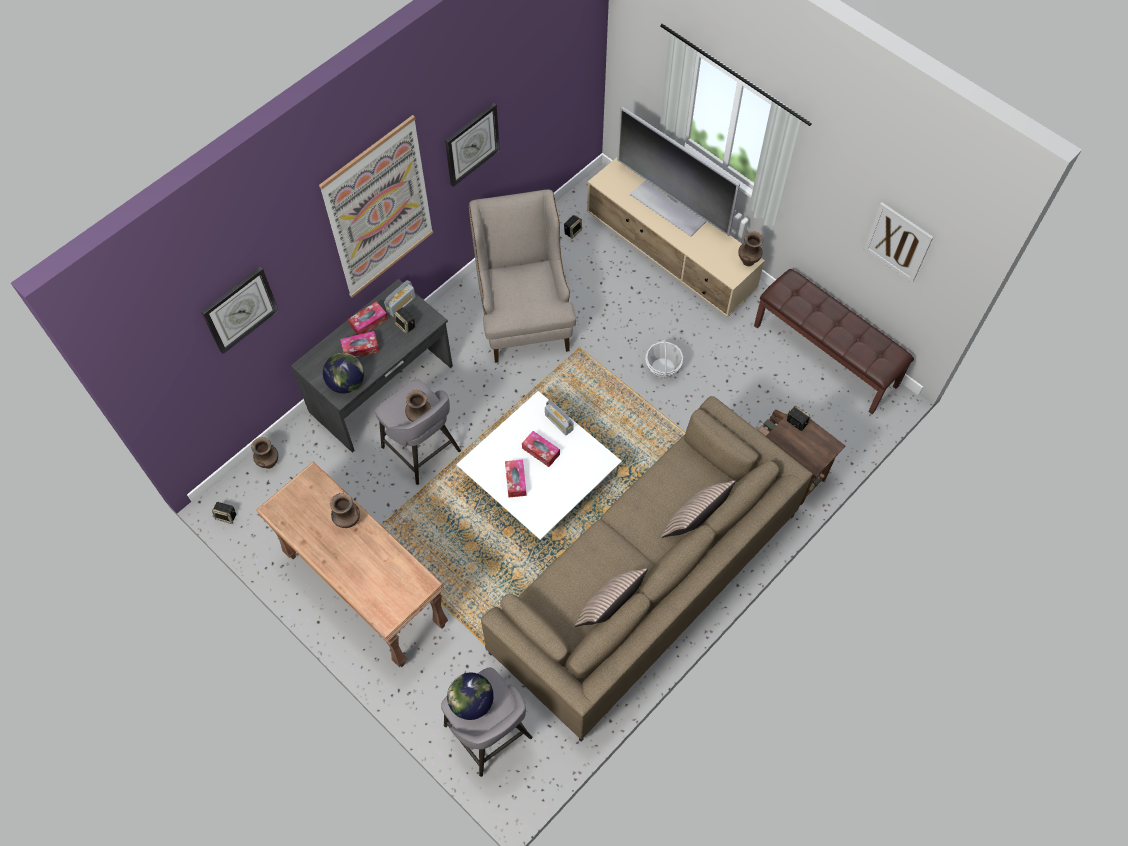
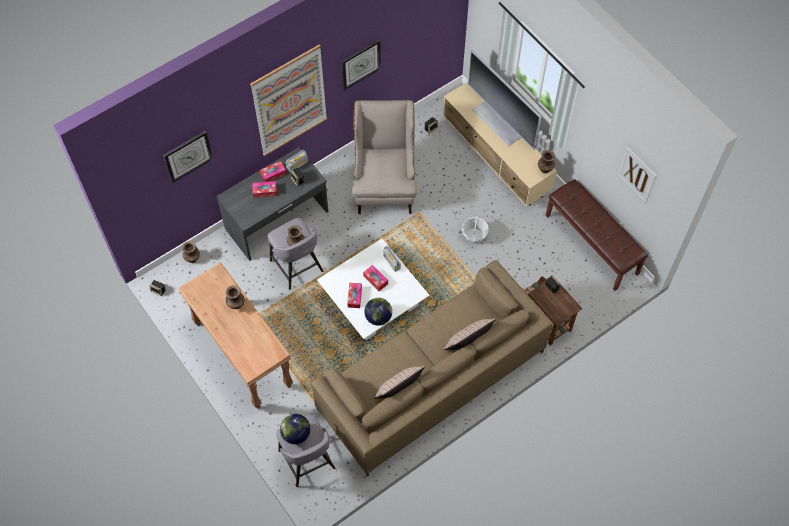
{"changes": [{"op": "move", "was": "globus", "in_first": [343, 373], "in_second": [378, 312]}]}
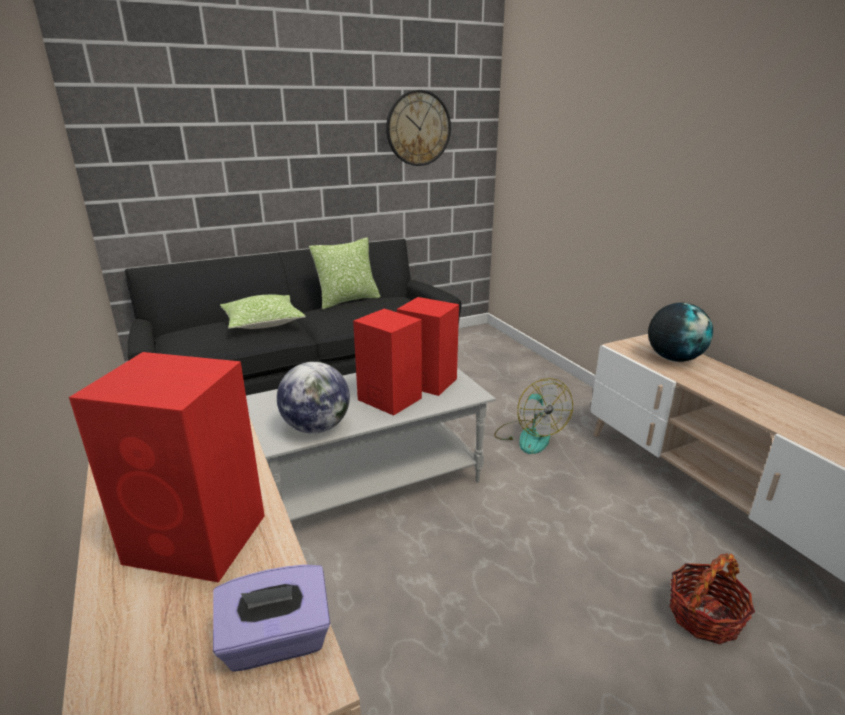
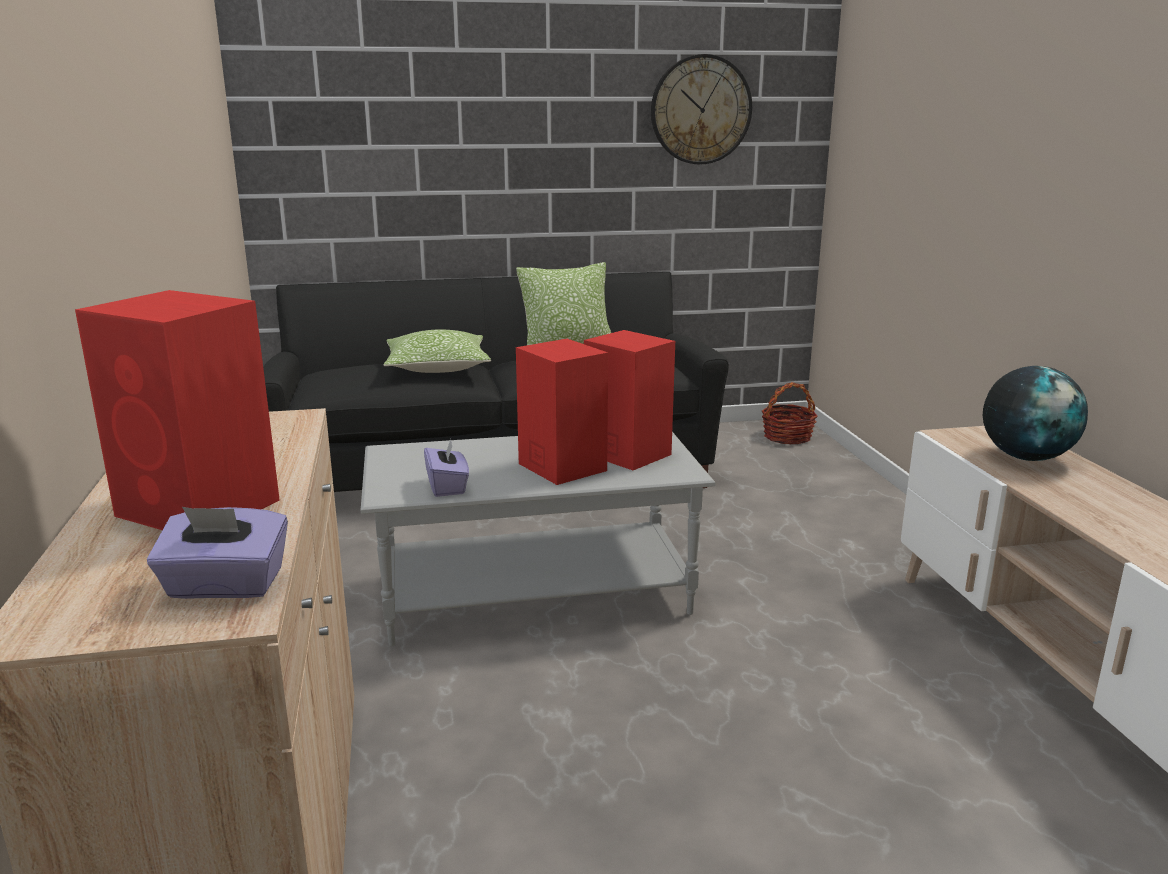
{"changes": [{"op": "delete", "was": "wentylator", "in_first": [533, 416]}, {"op": "move", "was": "koszyk", "in_first": [712, 598], "in_second": [790, 413]}, {"op": "replace", "was": "globus", "now": "pudełko chusteczek [fioletowy]", "in_first": [313, 398], "in_second": [446, 468]}]}
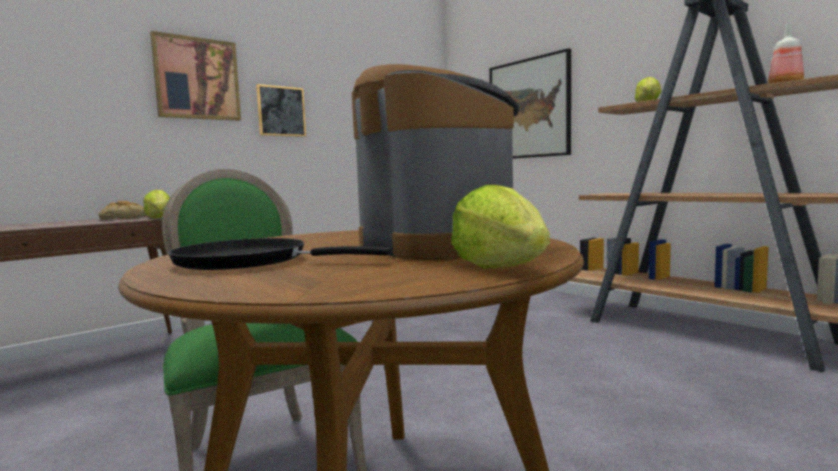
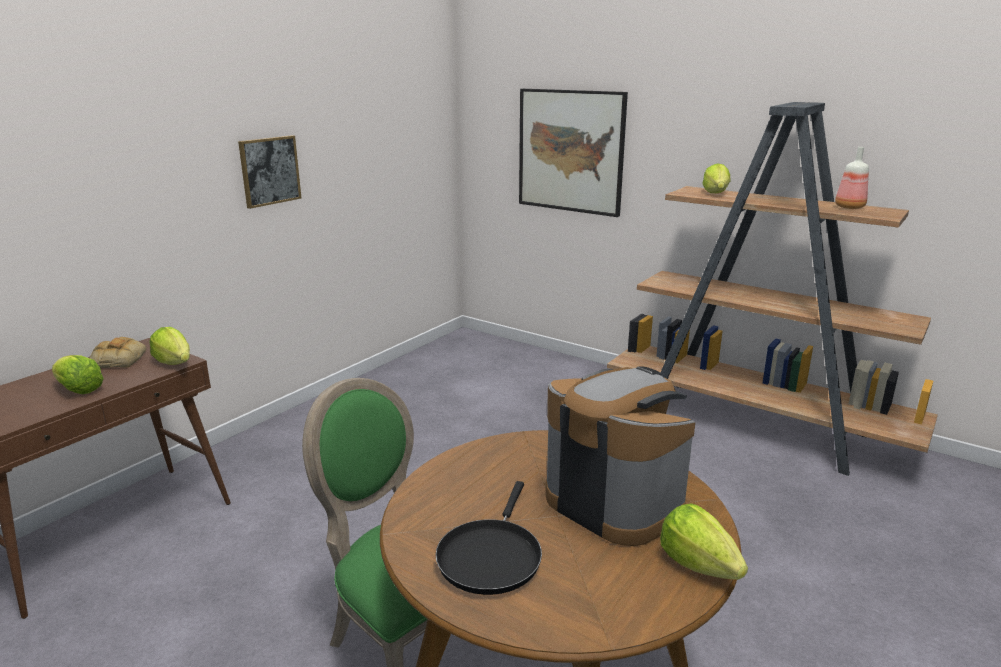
{"changes": [{"op": "delete", "was": "obraz", "in_first": [195, 76]}, {"op": "insert", "now": "sałata", "in_second": [78, 374]}, {"op": "rotate", "was": "patelnia [czarny]", "in_first": [279, 254], "in_second": [488, 538], "clockwise": -75}]}
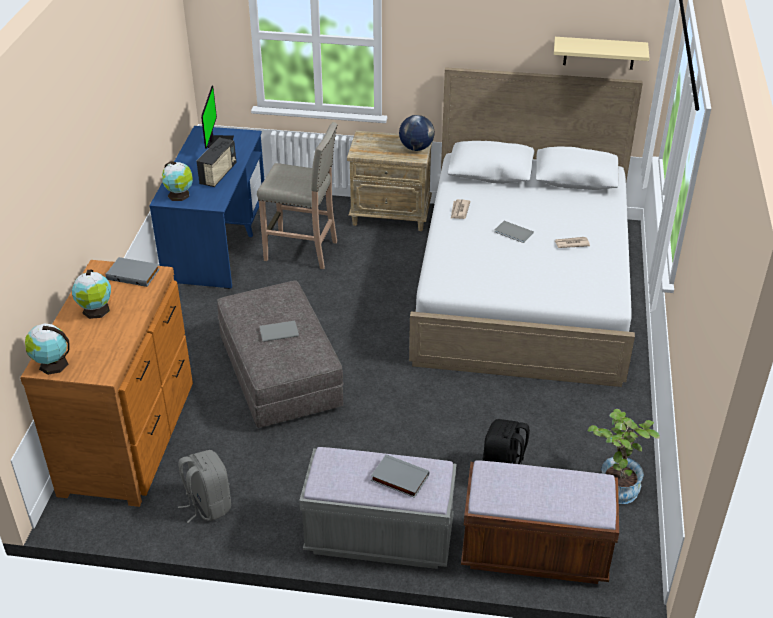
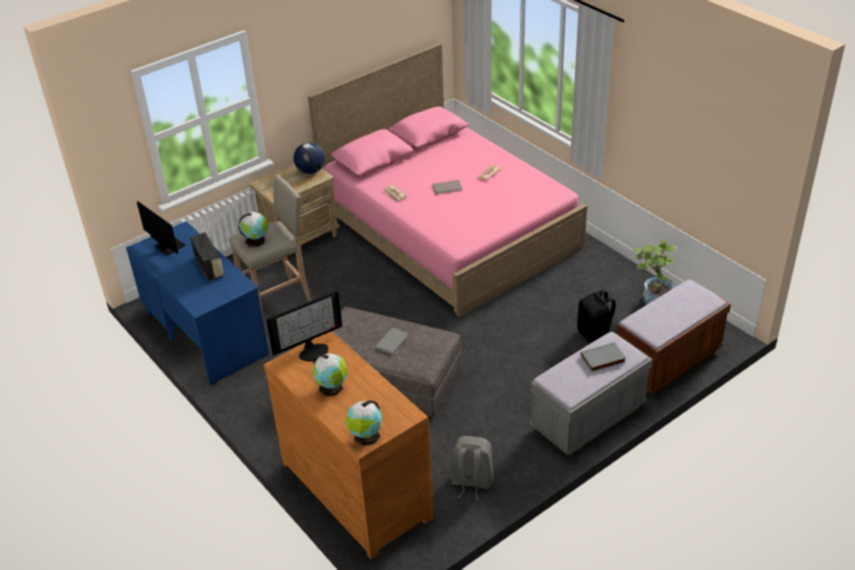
{"changes": [{"op": "delete", "was": "półka [beżowy]", "in_first": [601, 53]}, {"op": "move", "was": "globus", "in_first": [177, 181], "in_second": [253, 229]}, {"op": "replace", "was": "książka [szary]", "now": "monitor", "in_first": [132, 272], "in_second": [304, 326]}, {"op": "recolor", "was": "łóżko [biały]", "now": "łóżko [różowy]", "in_first": [526, 227], "in_second": [447, 180]}]}
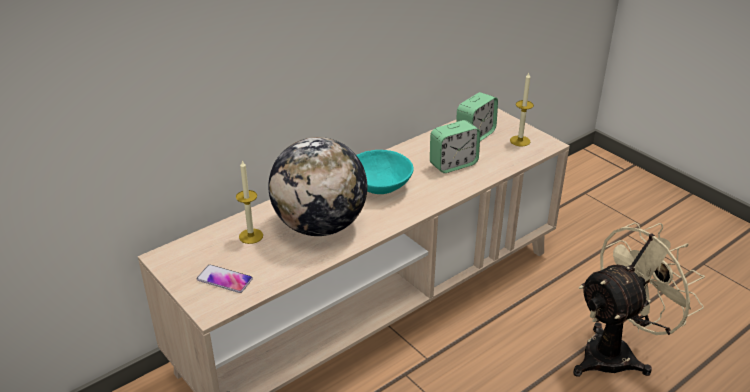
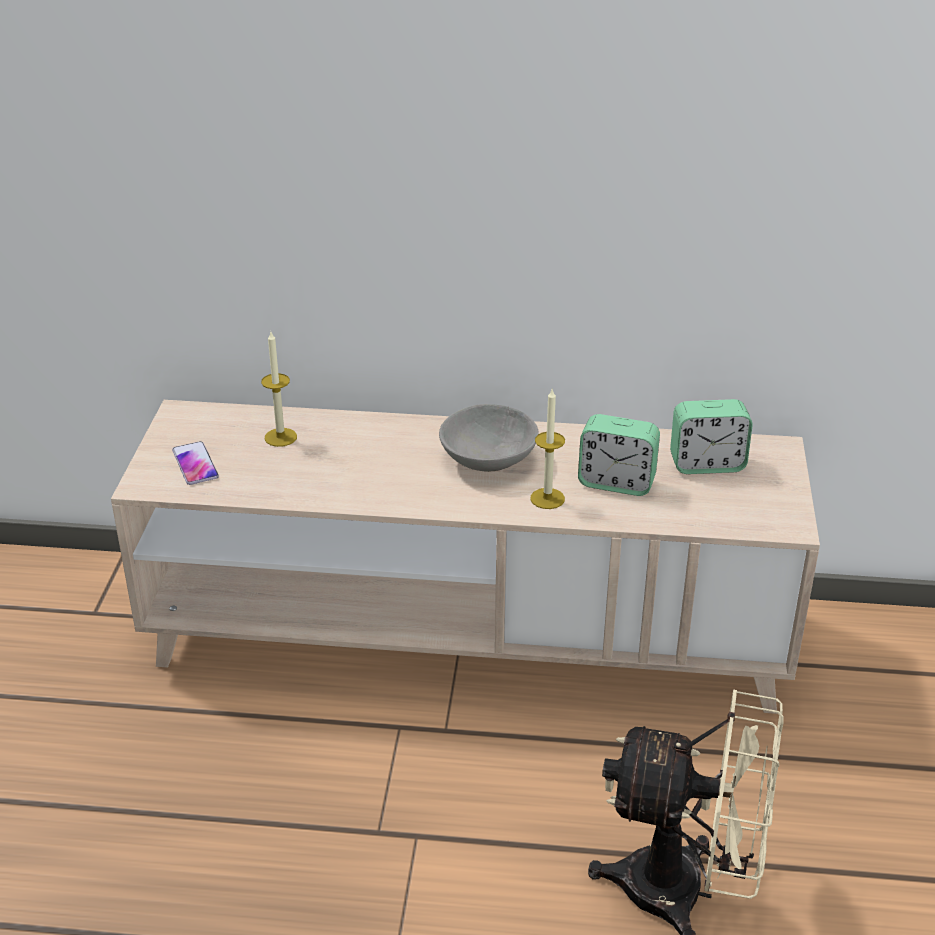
{"changes": [{"op": "delete", "was": "globus", "in_first": [317, 186]}, {"op": "move", "was": "świeca", "in_first": [522, 110], "in_second": [547, 449]}, {"op": "recolor", "was": "miska [turkusowy]", "now": "miska [szary]", "in_first": [385, 172], "in_second": [489, 438]}]}
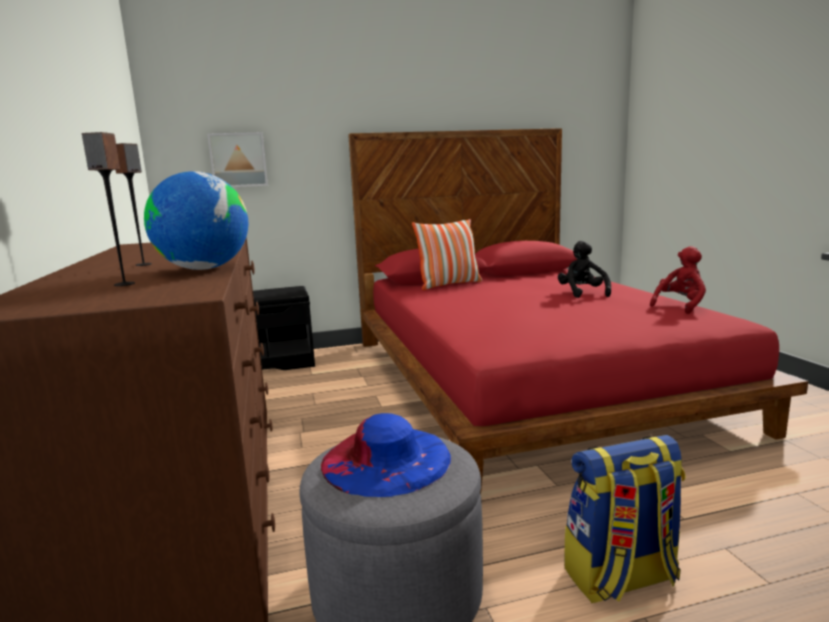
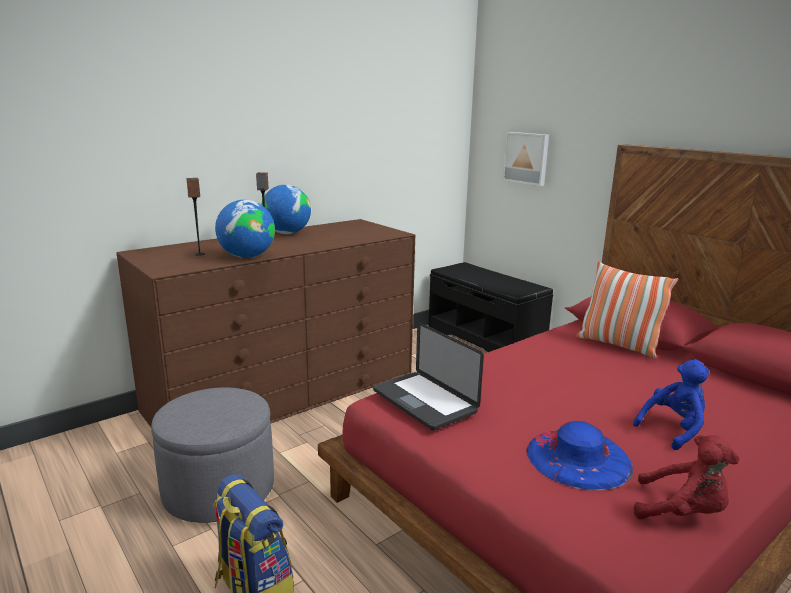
{"changes": [{"op": "insert", "now": "globus", "in_second": [286, 209]}, {"op": "insert", "now": "laptop", "in_second": [428, 376]}, {"op": "move", "was": "kapelusz [niebieski]", "in_first": [386, 455], "in_second": [580, 456]}, {"op": "recolor", "was": "pluszak [czarny]", "now": "pluszak [niebieski]", "in_first": [584, 269], "in_second": [671, 404]}]}
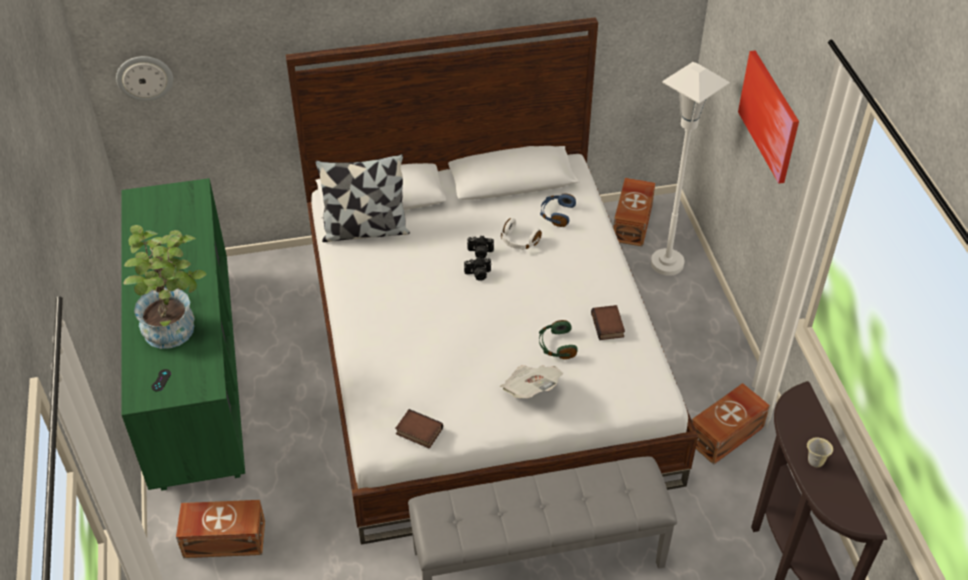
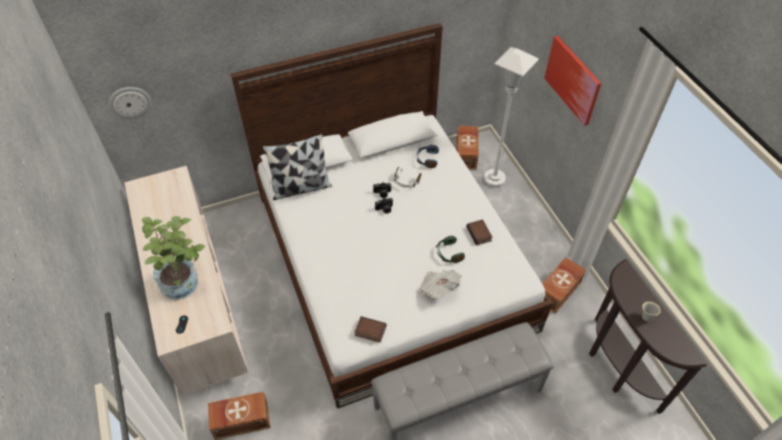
{"changes": [{"op": "recolor", "was": "komoda [zielony]", "now": "komoda [beżowy]", "in_first": [183, 334], "in_second": [186, 281]}]}
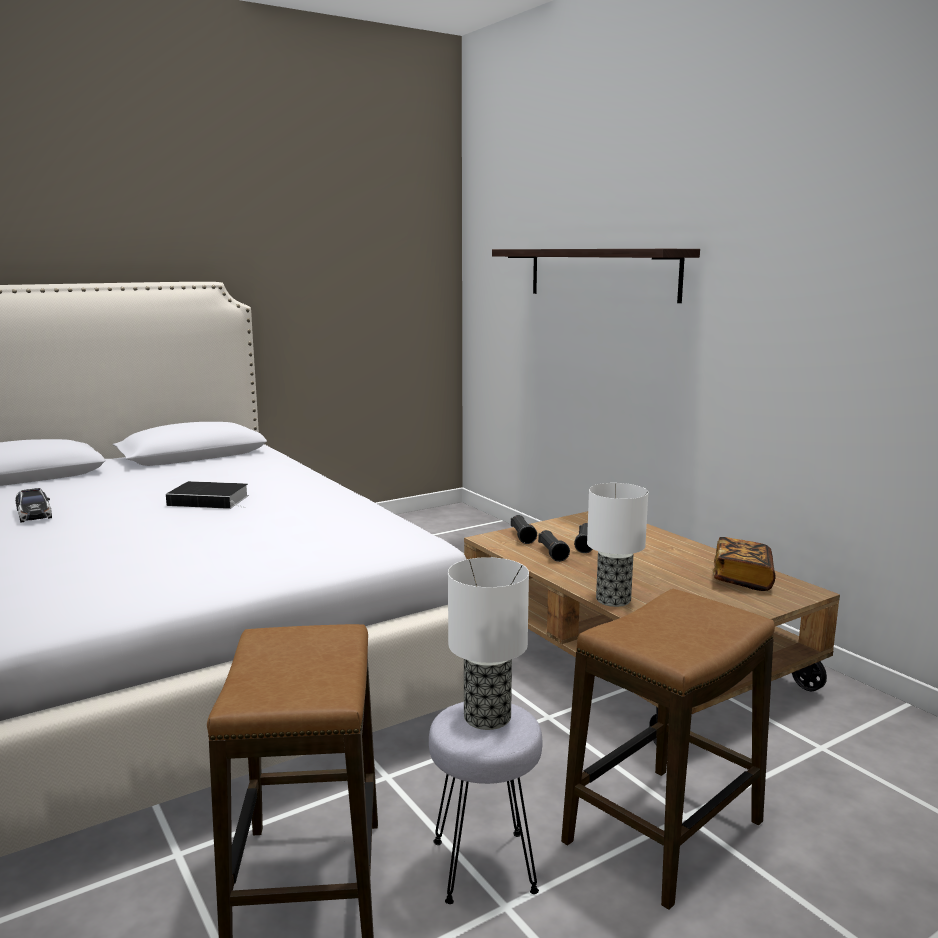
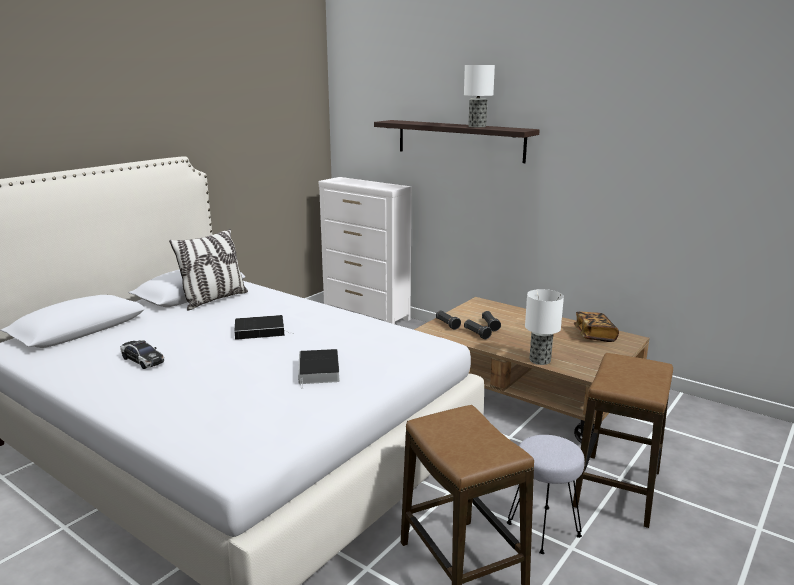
{"changes": [{"op": "insert", "now": "poduszka", "in_second": [208, 270]}, {"op": "insert", "now": "książka", "in_second": [319, 369]}, {"op": "insert", "now": "komoda [biały]", "in_second": [365, 250]}, {"op": "move", "was": "lampa stołowa", "in_first": [488, 643], "in_second": [479, 96]}]}
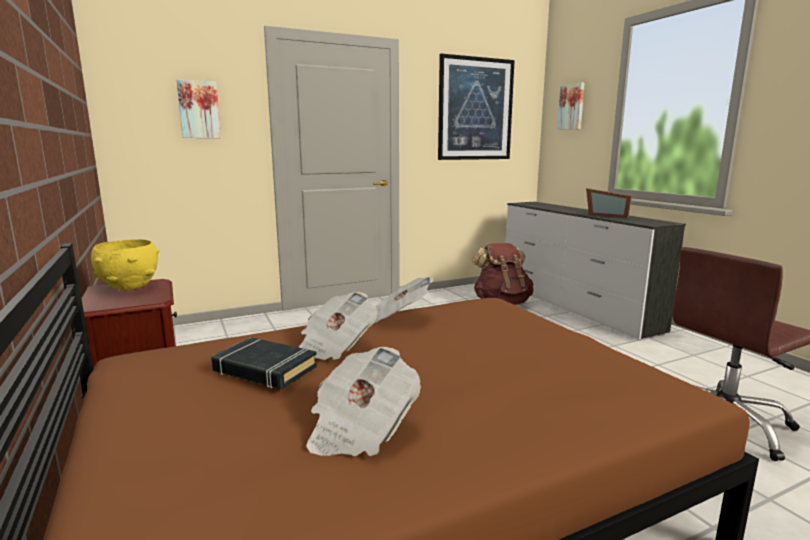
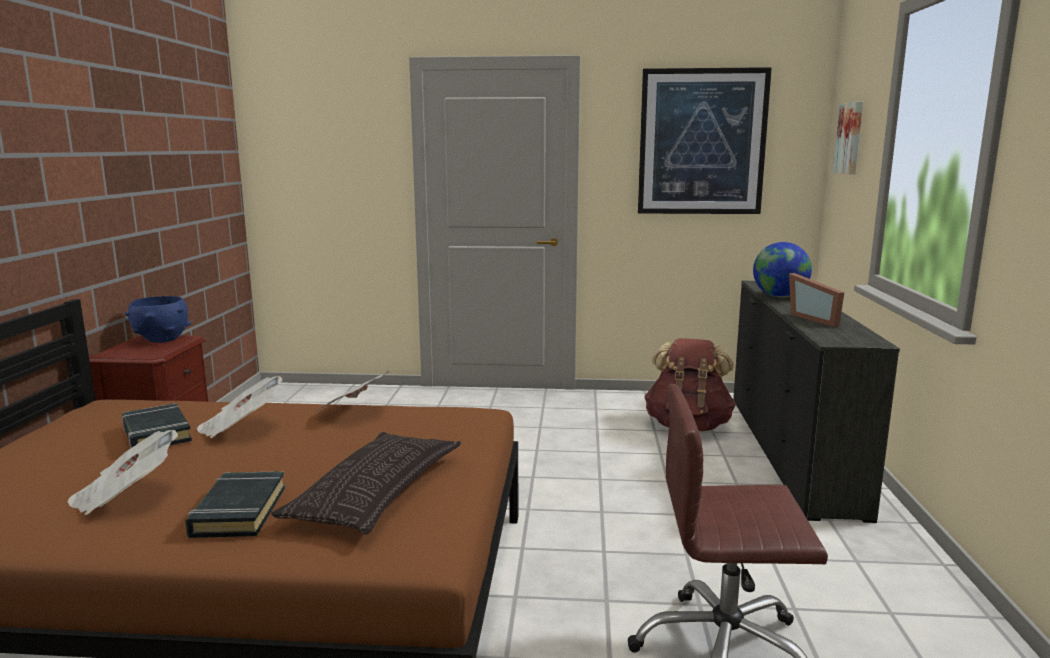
{"changes": [{"op": "delete", "was": "obraz", "in_first": [199, 108]}, {"op": "insert", "now": "książka [czarny]", "in_second": [235, 504]}, {"op": "insert", "now": "poduszka", "in_second": [366, 483]}, {"op": "insert", "now": "globus", "in_second": [782, 270]}, {"op": "recolor", "was": "miska [żółty]", "now": "miska [niebieski]", "in_first": [125, 264], "in_second": [158, 319]}, {"op": "recolor", "was": "komoda [biały]", "now": "komoda [czarny]", "in_first": [596, 271], "in_second": [816, 402]}]}
